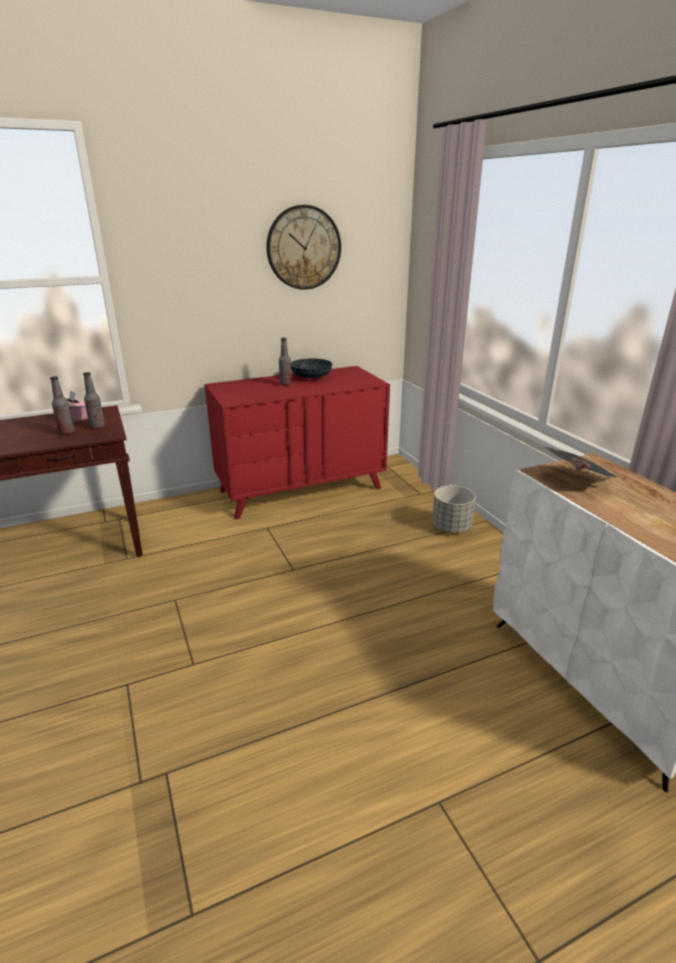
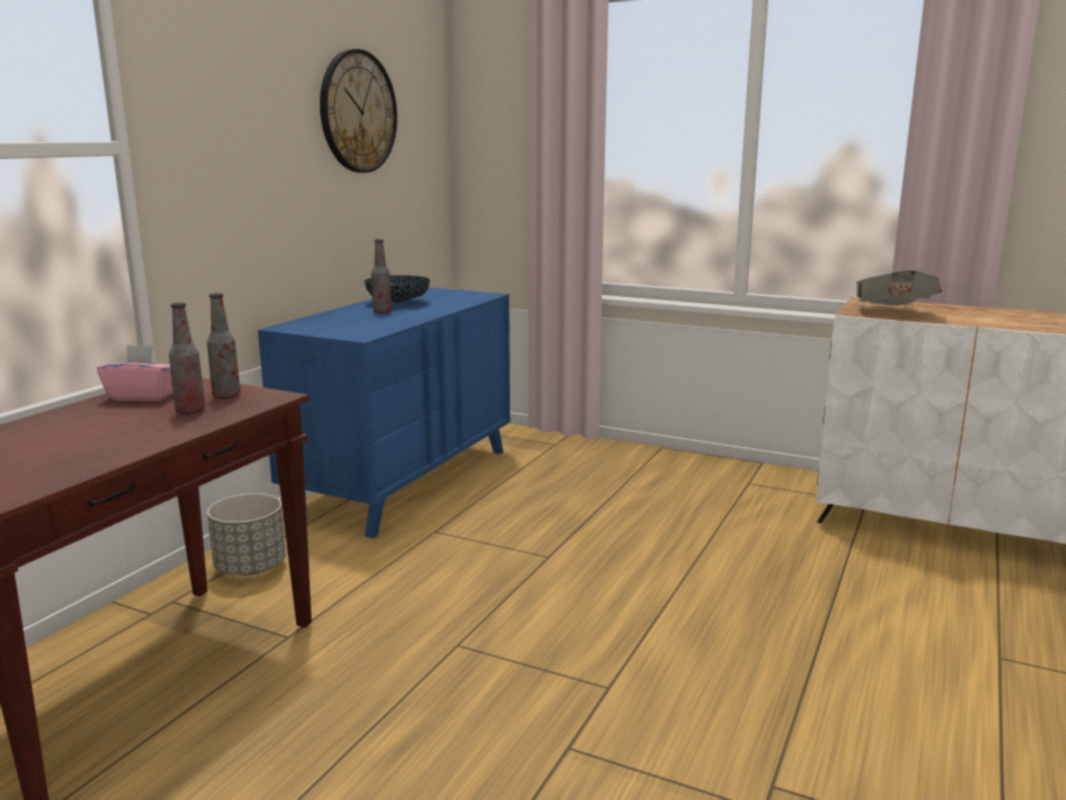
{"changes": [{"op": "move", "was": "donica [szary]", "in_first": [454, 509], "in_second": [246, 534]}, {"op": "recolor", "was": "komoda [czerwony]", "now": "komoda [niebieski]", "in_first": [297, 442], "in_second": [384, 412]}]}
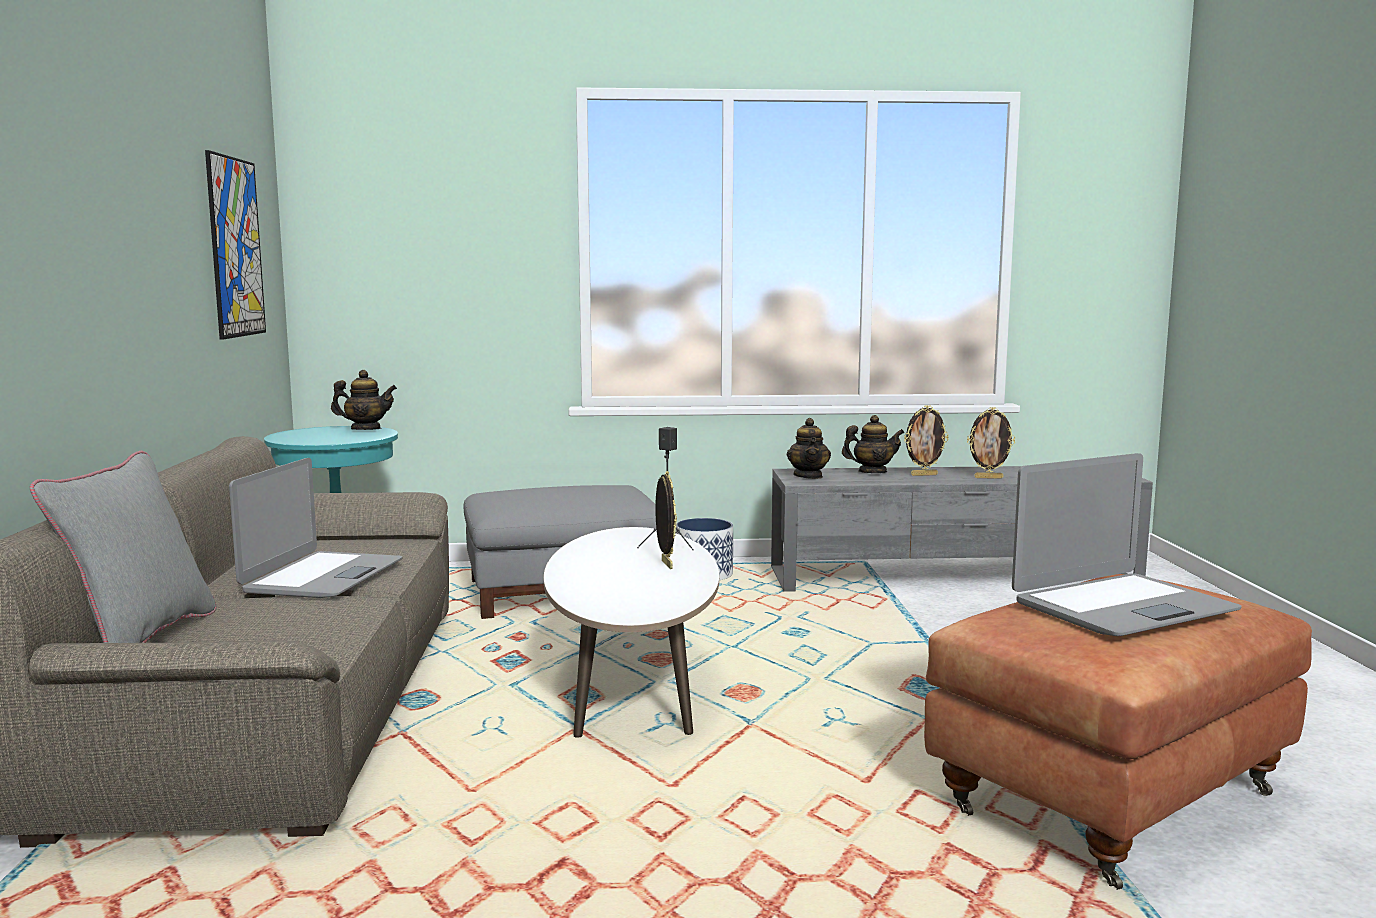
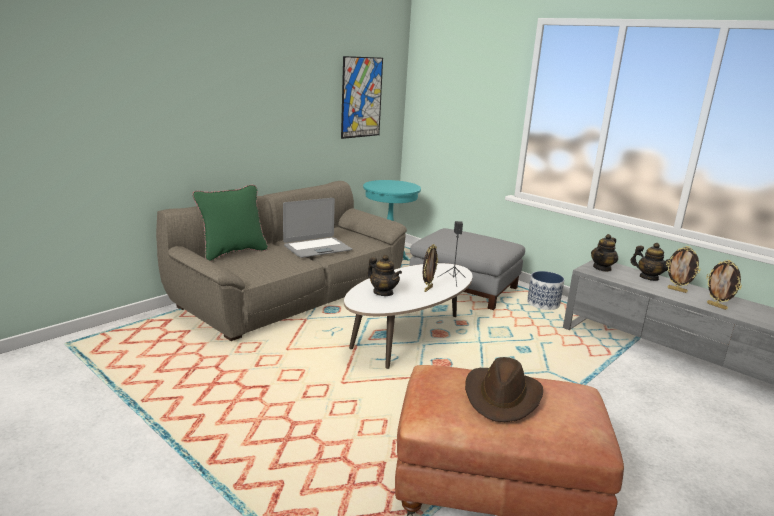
{"changes": [{"op": "move", "was": "imbryk", "in_first": [364, 400], "in_second": [385, 275]}, {"op": "replace", "was": "laptop", "now": "kapelusz [brązowy]", "in_first": [1126, 544], "in_second": [504, 389]}, {"op": "recolor", "was": "poduszka [szary]", "now": "poduszka [zielony]", "in_first": [122, 547], "in_second": [230, 223]}]}
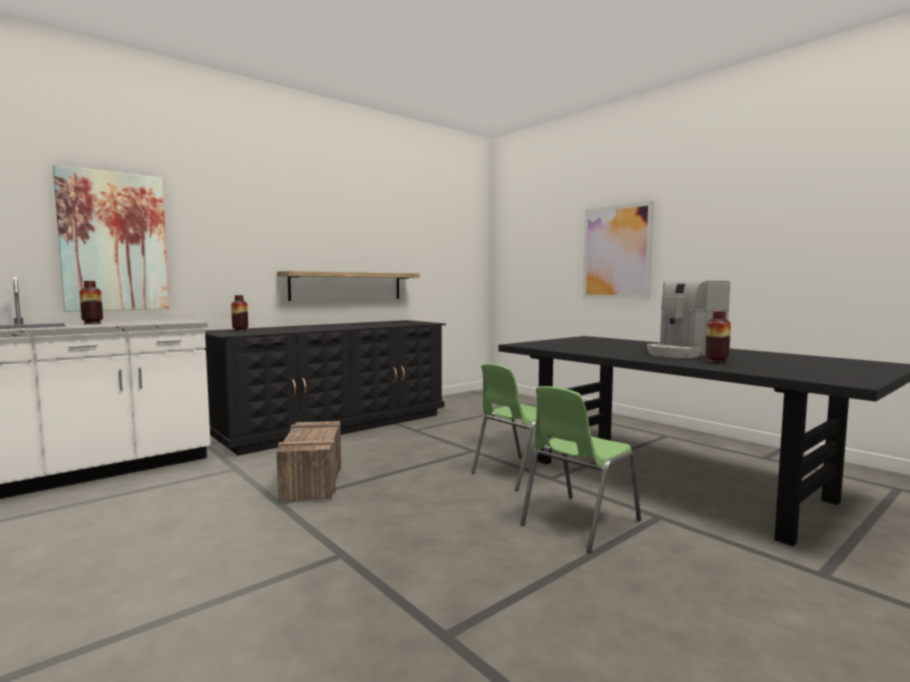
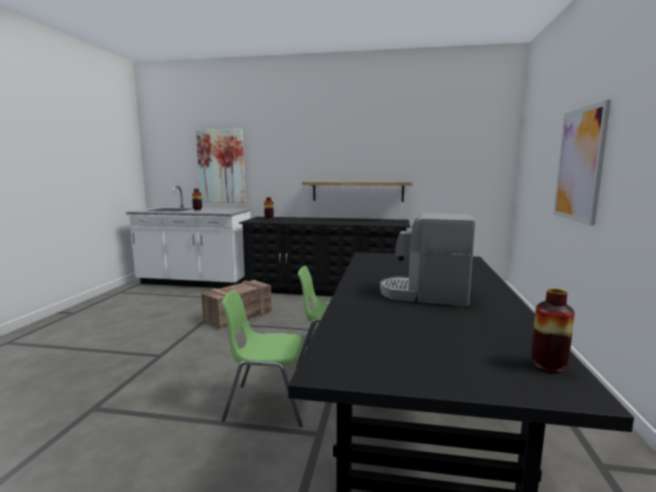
{"changes": [{"op": "move", "was": "wazon", "in_first": [718, 336], "in_second": [553, 331]}]}
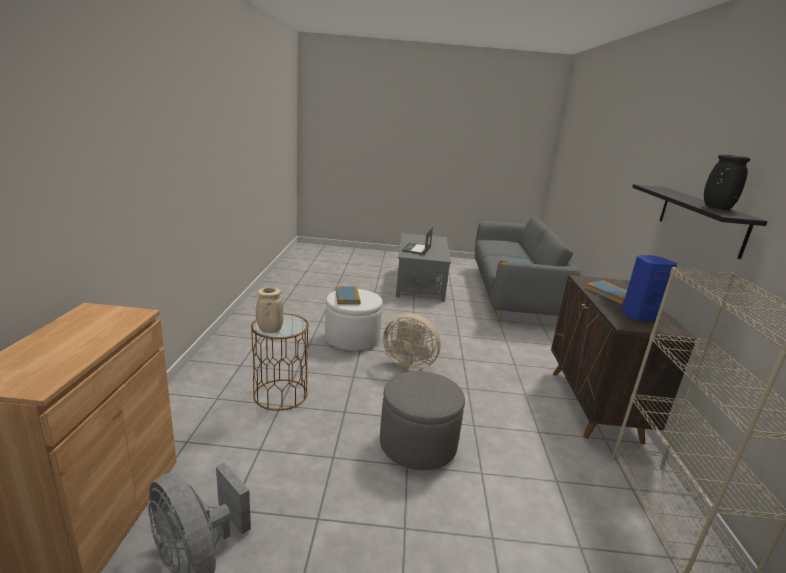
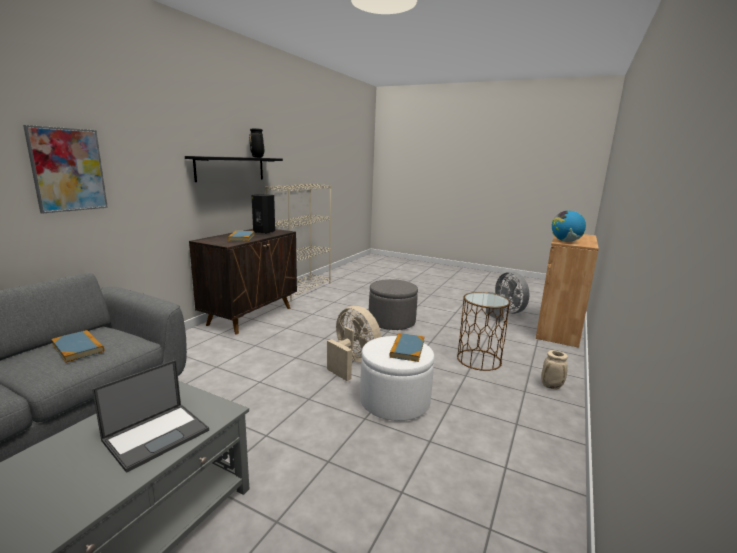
{"changes": [{"op": "insert", "now": "obraz", "in_second": [65, 169]}, {"op": "insert", "now": "globus", "in_second": [569, 226]}, {"op": "move", "was": "wazon [beżowy]", "in_first": [270, 310], "in_second": [554, 369]}, {"op": "recolor", "was": "głośnik [niebieski]", "now": "głośnik [czarny]", "in_first": [649, 288], "in_second": [263, 214]}]}
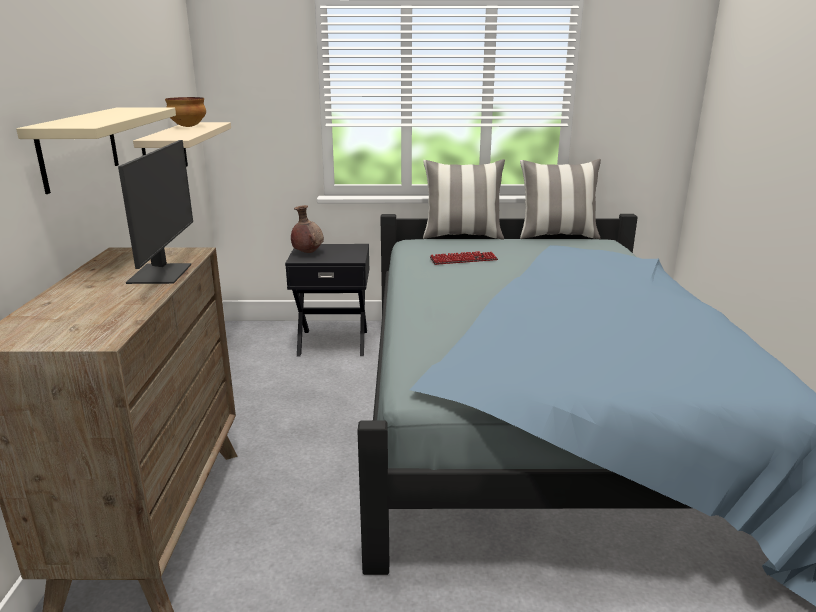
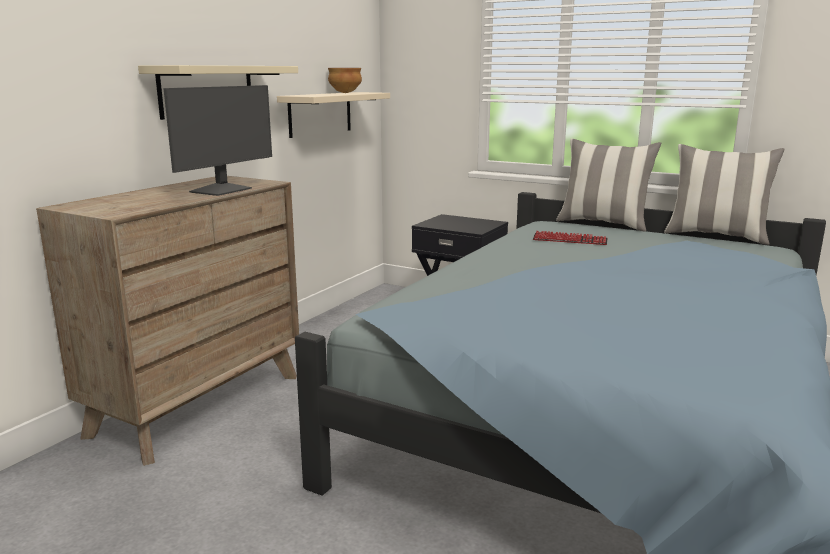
{"changes": [{"op": "delete", "was": "wazon [brązowy]", "in_first": [307, 229]}]}
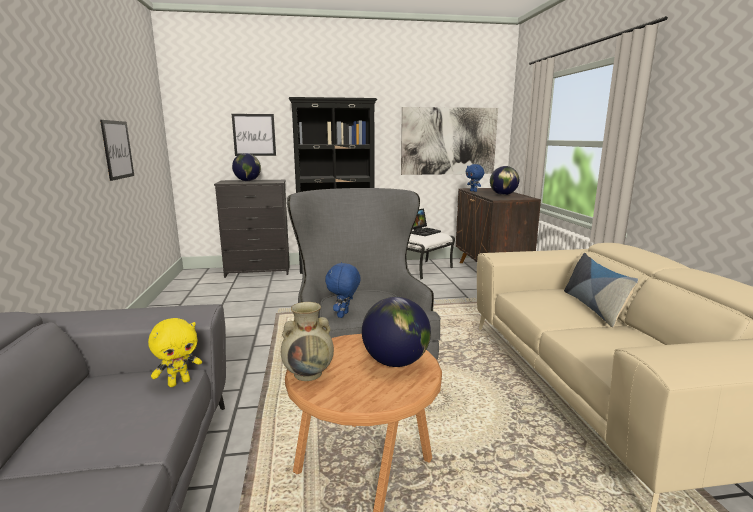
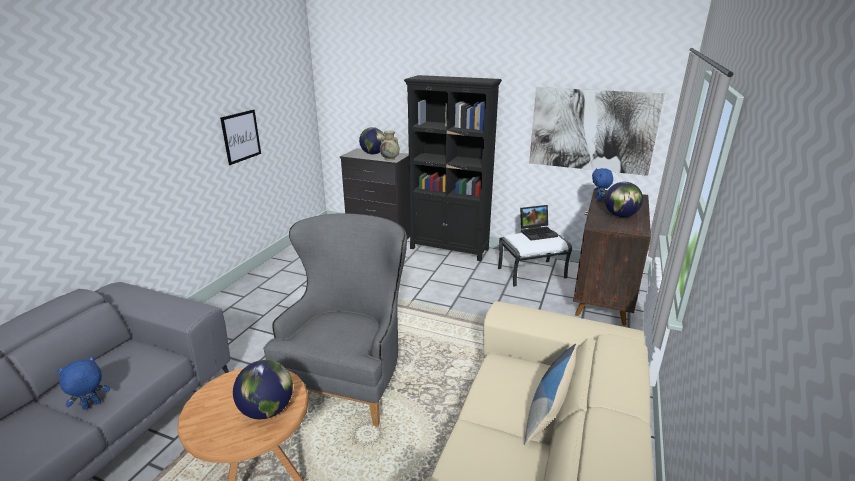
{"changes": [{"op": "delete", "was": "pluszak [żółty]", "in_first": [175, 352]}, {"op": "delete", "was": "obraz", "in_first": [254, 135]}, {"op": "move", "was": "wazon [beżowy]", "in_first": [307, 341], "in_second": [390, 146]}, {"op": "move", "was": "pluszak [niebieski]", "in_first": [343, 290], "in_second": [83, 383]}]}
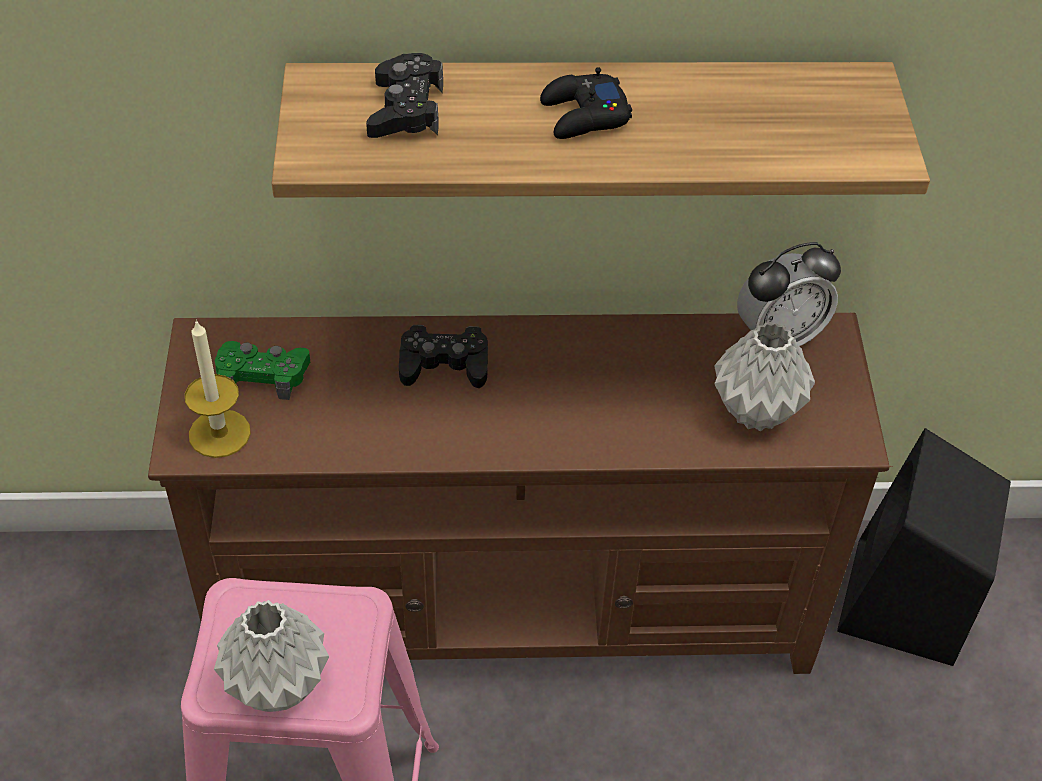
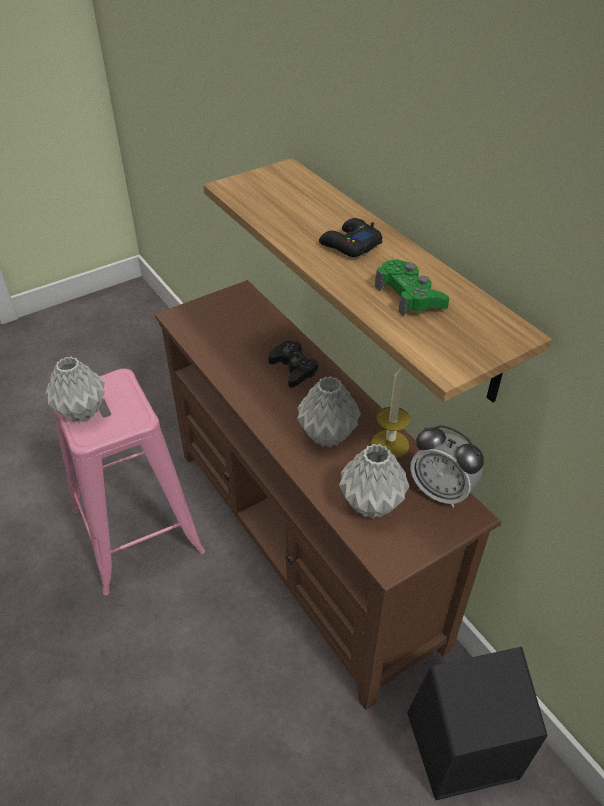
{"changes": [{"op": "delete", "was": "pad do gier [czarny]", "in_first": [404, 95]}, {"op": "insert", "now": "wazon [szary]", "in_second": [329, 411]}, {"op": "move", "was": "świeca", "in_first": [218, 388], "in_second": [390, 413]}, {"op": "move", "was": "pad do gier [zielony]", "in_first": [262, 370], "in_second": [412, 287]}]}
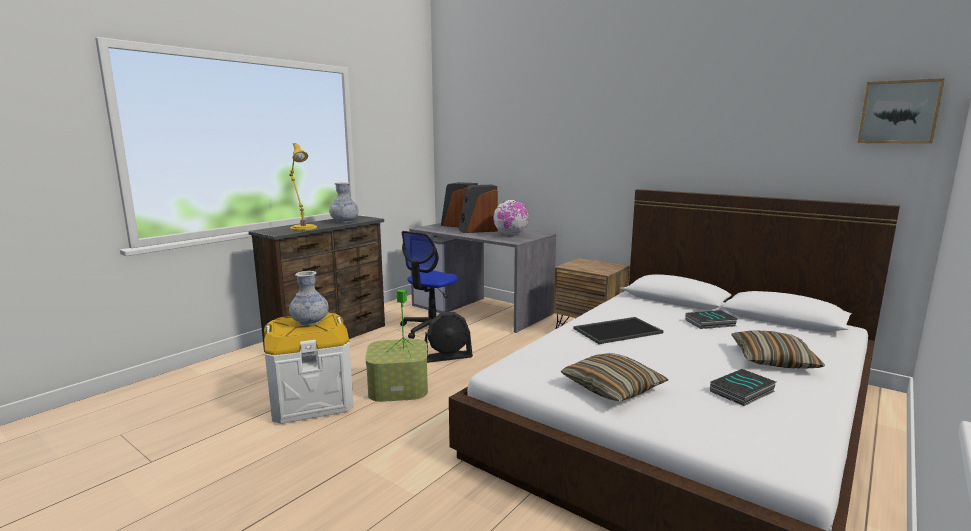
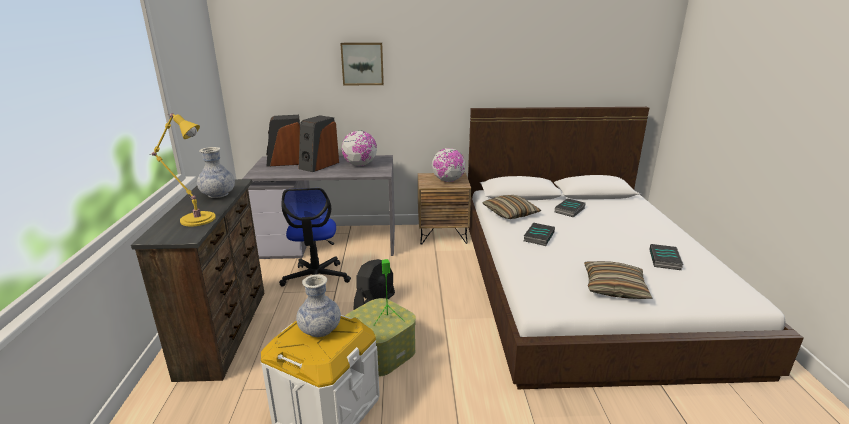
{"changes": [{"op": "insert", "now": "globus", "in_second": [448, 165]}, {"op": "move", "was": "poduszka", "in_first": [778, 349], "in_second": [511, 207]}, {"op": "move", "was": "obraz", "in_first": [901, 111], "in_second": [362, 64]}, {"op": "replace", "was": "taca", "now": "książka", "in_first": [618, 330], "in_second": [539, 234]}]}
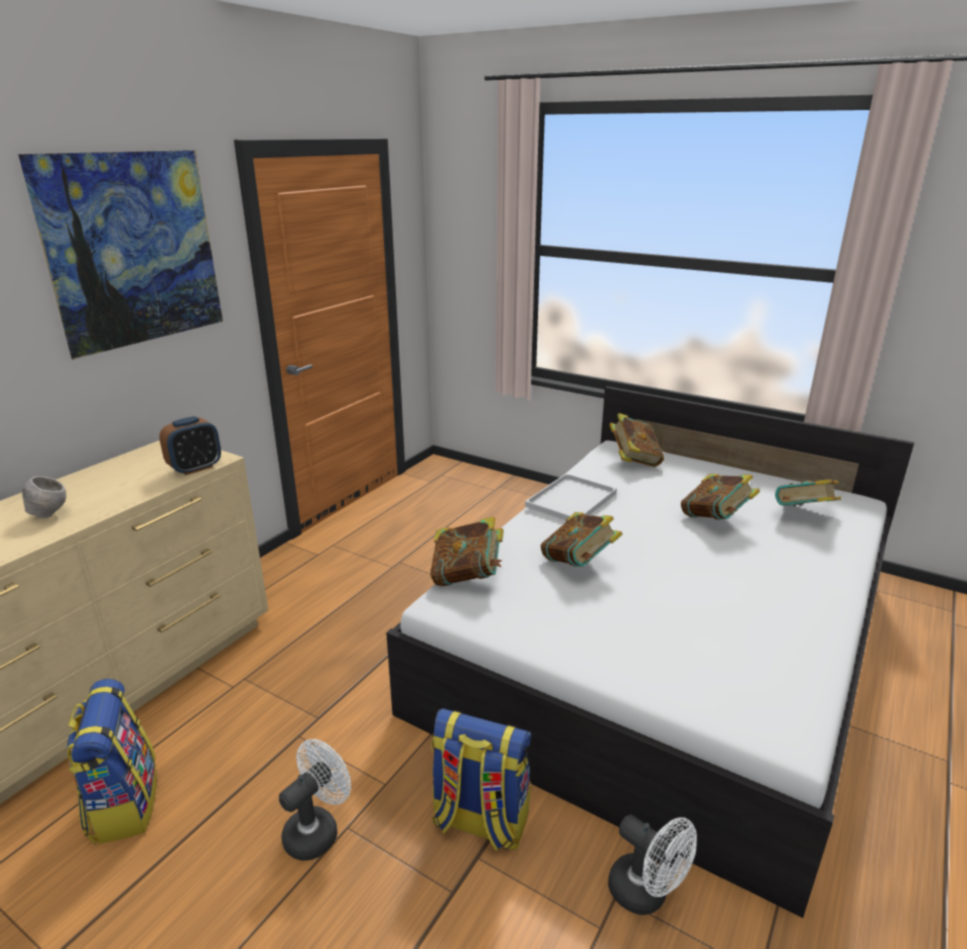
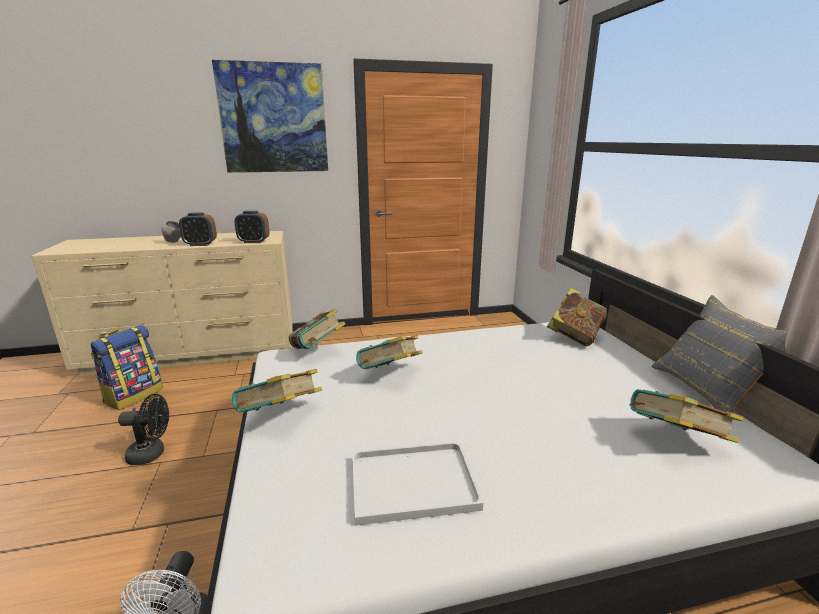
{"changes": [{"op": "delete", "was": "plecak", "in_first": [481, 780]}, {"op": "insert", "now": "budzik", "in_second": [198, 229]}, {"op": "insert", "now": "poduszka [szary]", "in_second": [719, 354]}, {"op": "move", "was": "taca [biały]", "in_first": [571, 496], "in_second": [417, 484]}, {"op": "move", "was": "książka", "in_first": [720, 497], "in_second": [277, 390]}, {"op": "recolor", "was": "wentylator [biały]", "now": "wentylator [czarny]", "in_first": [315, 800], "in_second": [143, 429]}]}
